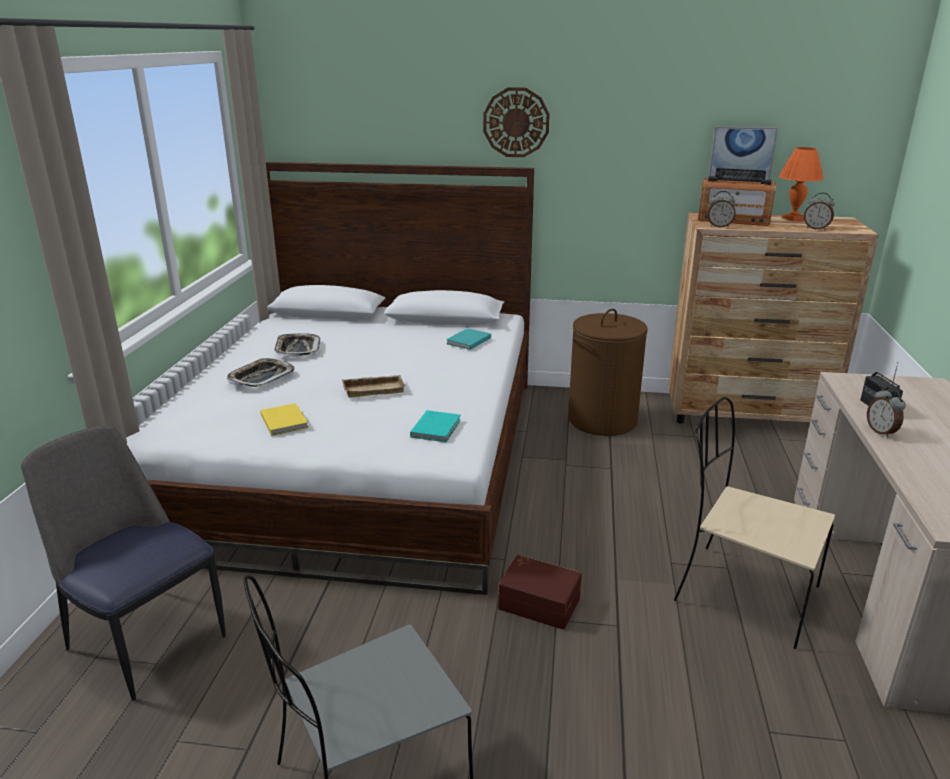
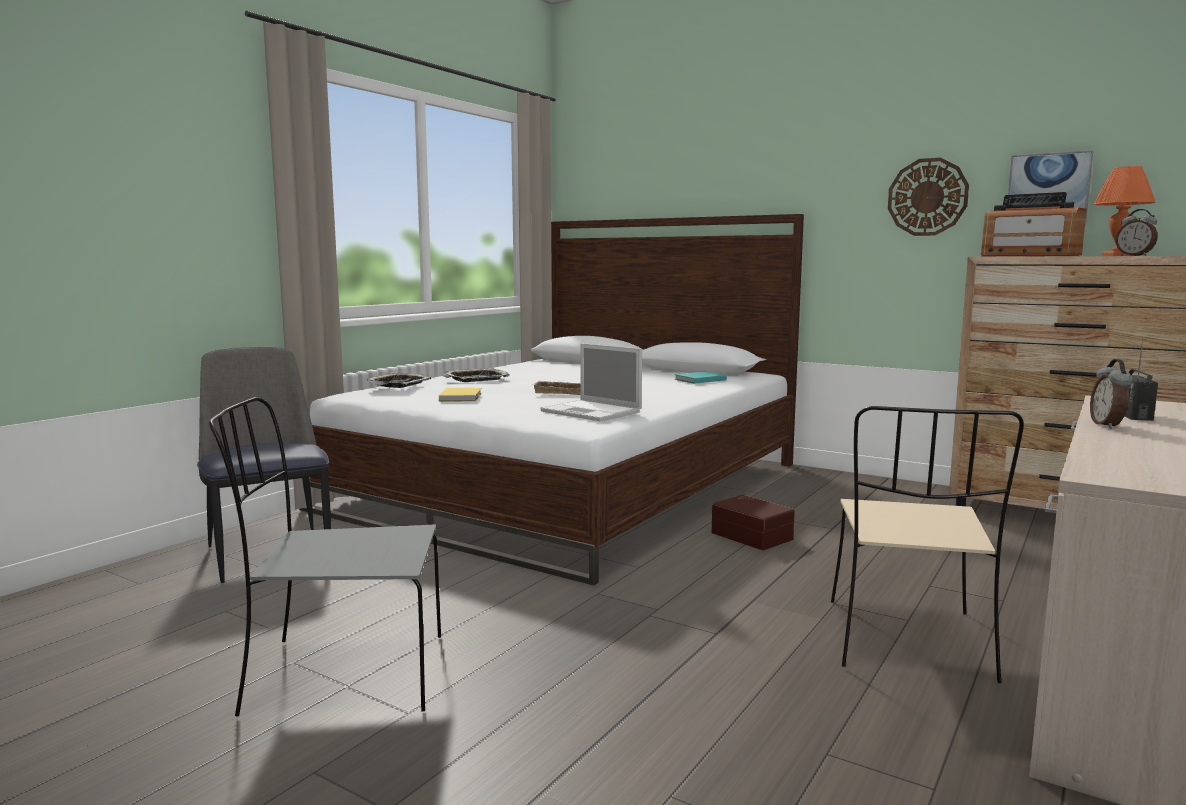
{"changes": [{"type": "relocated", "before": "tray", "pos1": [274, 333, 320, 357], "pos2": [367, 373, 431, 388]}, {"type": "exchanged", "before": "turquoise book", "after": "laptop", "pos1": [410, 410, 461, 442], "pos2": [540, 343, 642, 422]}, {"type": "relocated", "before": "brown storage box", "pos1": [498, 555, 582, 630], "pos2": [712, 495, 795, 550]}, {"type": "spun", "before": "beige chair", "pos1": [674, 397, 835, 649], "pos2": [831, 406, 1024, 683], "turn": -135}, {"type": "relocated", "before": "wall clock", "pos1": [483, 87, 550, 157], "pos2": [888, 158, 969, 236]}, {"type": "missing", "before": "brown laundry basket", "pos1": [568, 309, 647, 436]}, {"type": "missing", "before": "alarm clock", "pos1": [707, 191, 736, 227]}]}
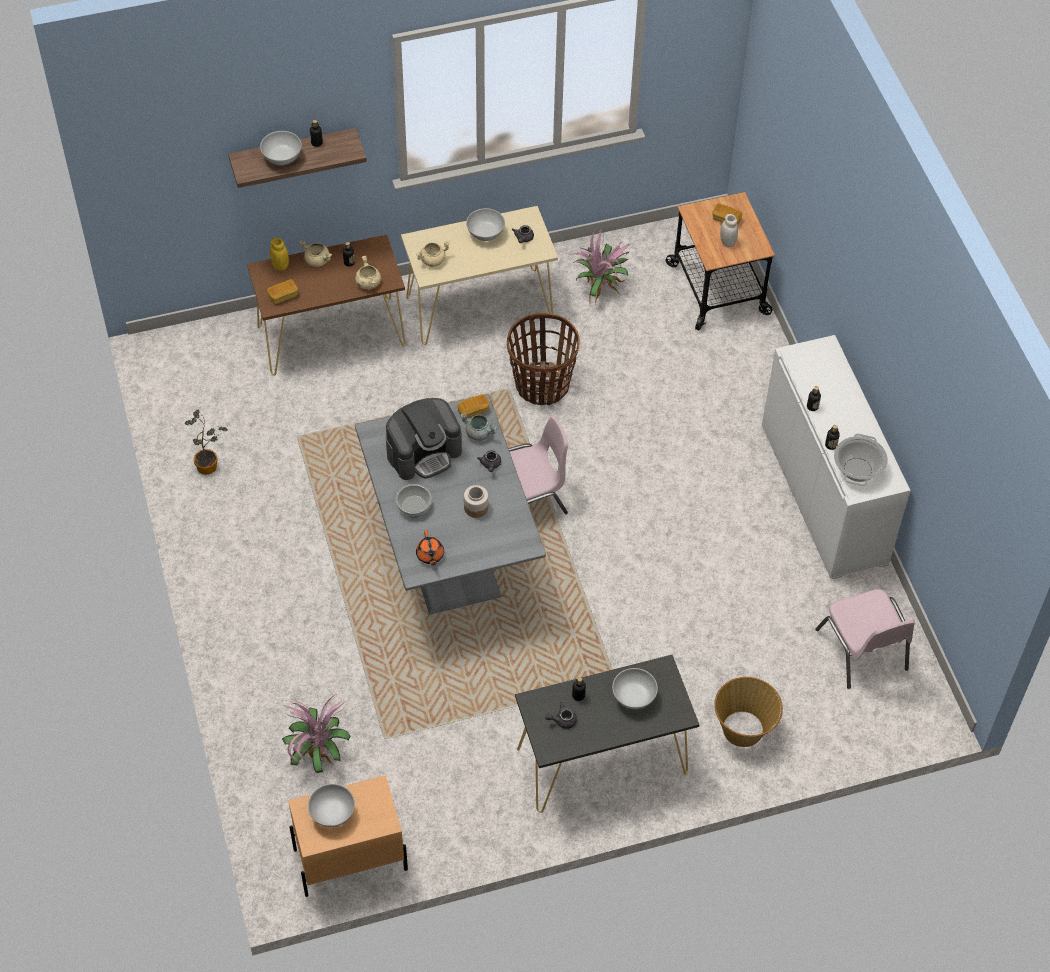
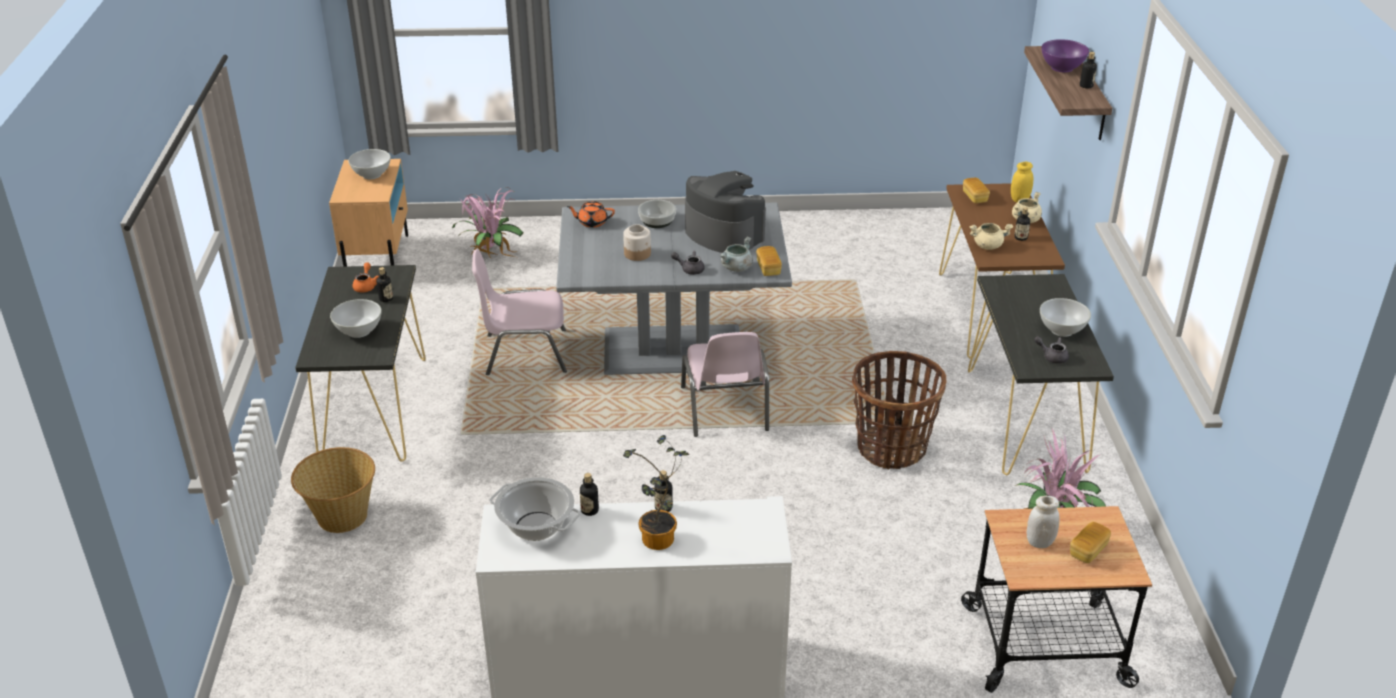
{"changes": [{"type": "colour", "before": "grey teapot", "after": "orange teapot", "pos1": [545, 702, 577, 729], "pos2": [353, 263, 379, 292]}, {"type": "relocated", "before": "pink chair", "pos1": [815, 589, 915, 689], "pos2": [472, 249, 567, 375]}, {"type": "relocated", "before": "potted plant", "pos1": [185, 409, 228, 475], "pos2": [623, 435, 689, 550]}, {"type": "spun", "before": "coffee machine", "pos1": [386, 398, 462, 480], "pos2": [685, 171, 766, 253], "turn": 150}, {"type": "colour", "before": "beige console table", "after": "black console table", "pos1": [401, 206, 558, 345], "pos2": [968, 274, 1114, 475]}, {"type": "colour", "before": "white bowl", "after": "purple bowl", "pos1": [260, 131, 302, 165], "pos2": [1041, 39, 1089, 72]}, {"type": "missing", "before": "beige cooking pot", "pos1": [416, 240, 451, 267]}]}
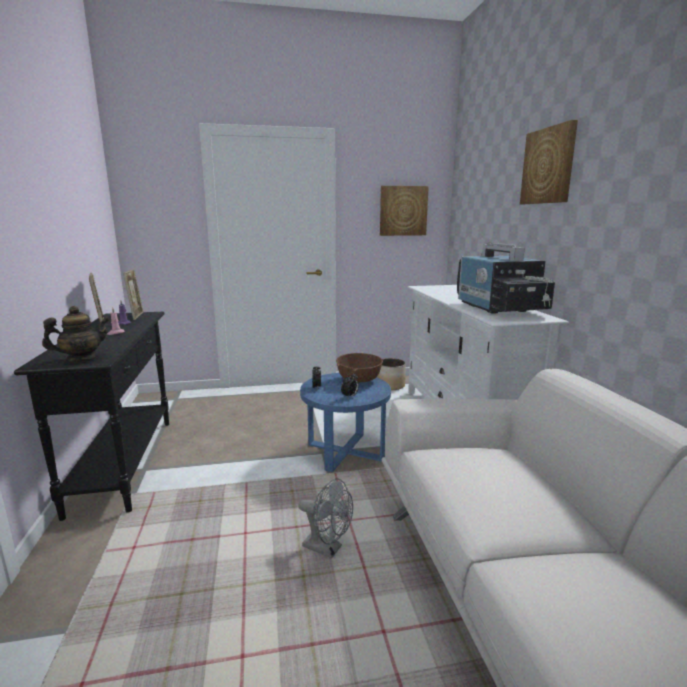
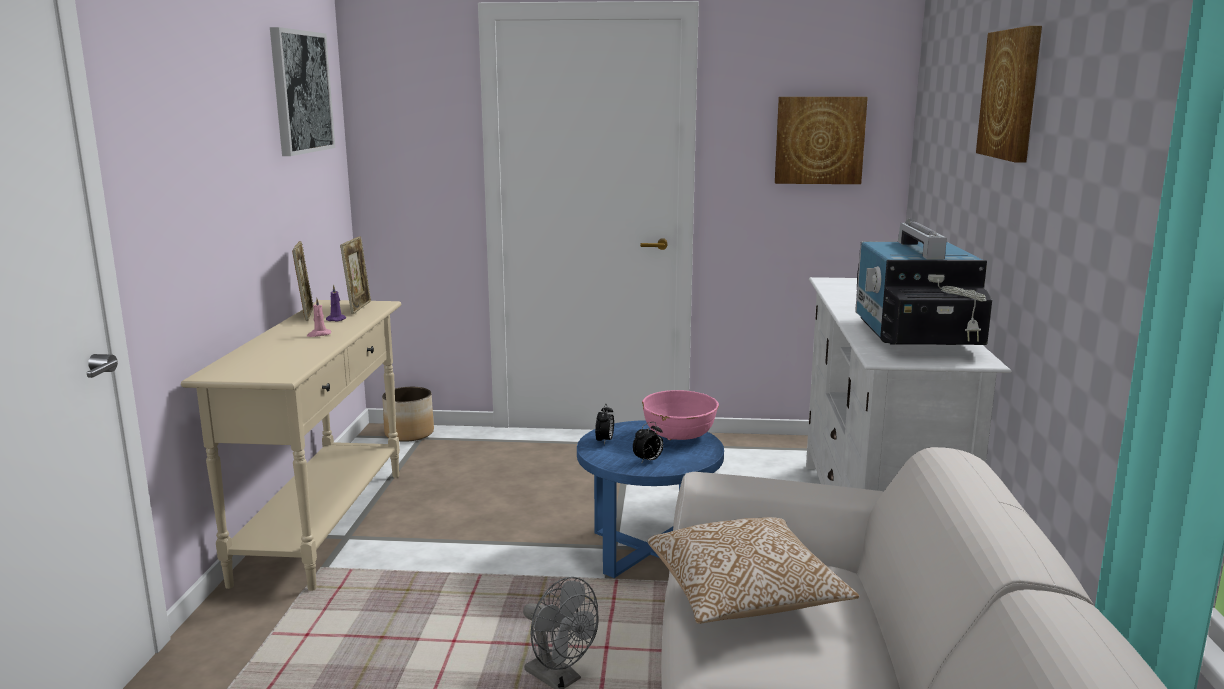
{"changes": [{"type": "colour", "before": "black console table", "after": "beige console table", "pos1": [14, 312, 169, 521], "pos2": [181, 300, 401, 591]}, {"type": "appeared", "after": "picture", "pos2": [270, 27, 335, 156]}, {"type": "relocated", "before": "planter", "pos1": [377, 358, 406, 390], "pos2": [382, 387, 434, 442]}, {"type": "colour", "before": "brown bowl", "after": "pink bowl", "pos1": [336, 353, 383, 382], "pos2": [642, 390, 719, 440]}, {"type": "appeared", "after": "pillow", "pos2": [648, 517, 859, 624]}, {"type": "missing", "before": "teapot", "pos1": [42, 306, 110, 362]}]}
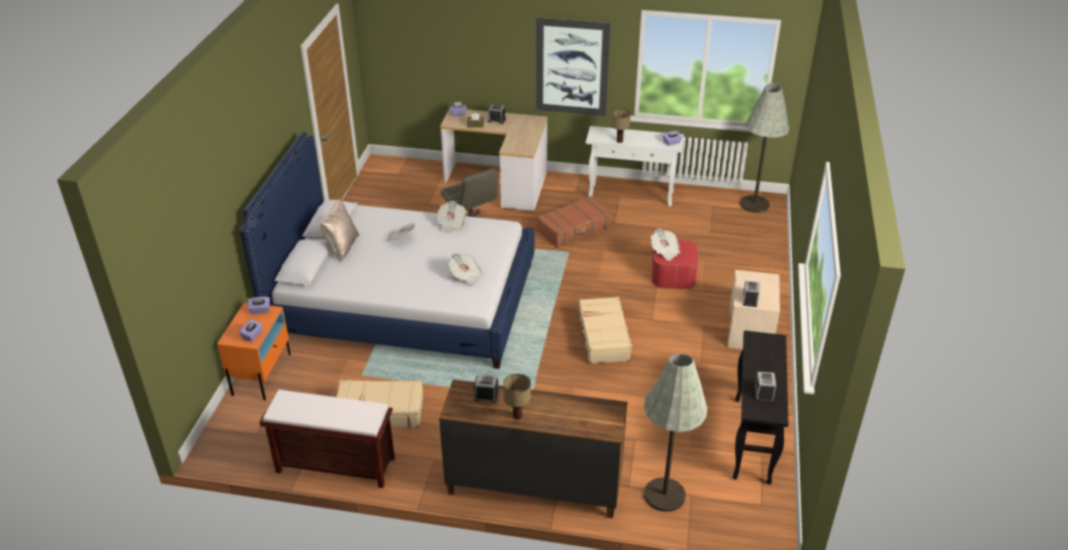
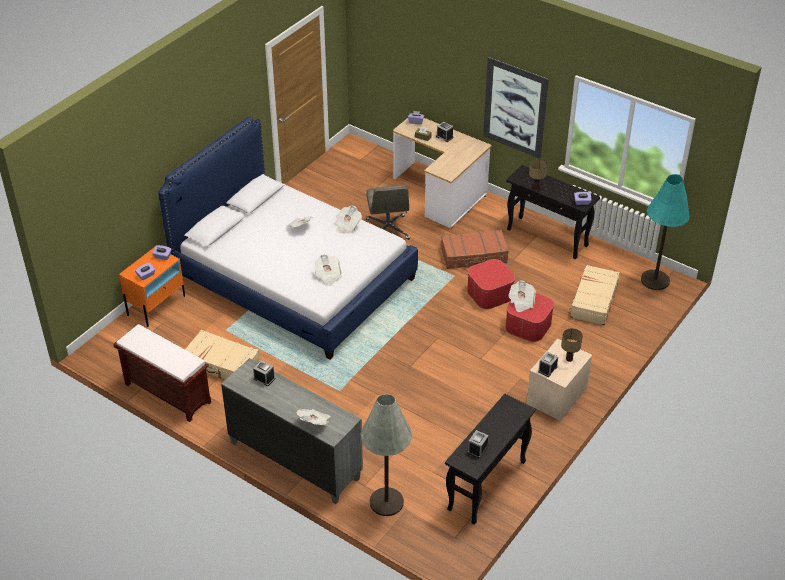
{"changes": [{"type": "colour", "before": "brown dresser", "after": "grey dresser", "pos1": [439, 379, 627, 518], "pos2": [221, 358, 363, 504]}, {"type": "appeared", "after": "newspaper", "pos2": [297, 409, 331, 425]}, {"type": "appeared", "after": "ottoman", "pos2": [467, 259, 515, 309]}, {"type": "colour", "before": "white console table", "after": "black console table", "pos1": [586, 126, 684, 207], "pos2": [506, 165, 600, 259]}, {"type": "relocated", "before": "table lamp", "pos1": [504, 374, 531, 420], "pos2": [561, 328, 583, 362]}, {"type": "relocated", "before": "beige suitcase", "pos1": [576, 297, 632, 364], "pos2": [569, 265, 620, 325]}, {"type": "colour", "before": "grey floor lamp", "after": "turquoise floor lamp", "pos1": [740, 83, 789, 213], "pos2": [641, 174, 690, 290]}, {"type": "missing", "before": "beige pillow", "pos1": [320, 199, 359, 262]}]}
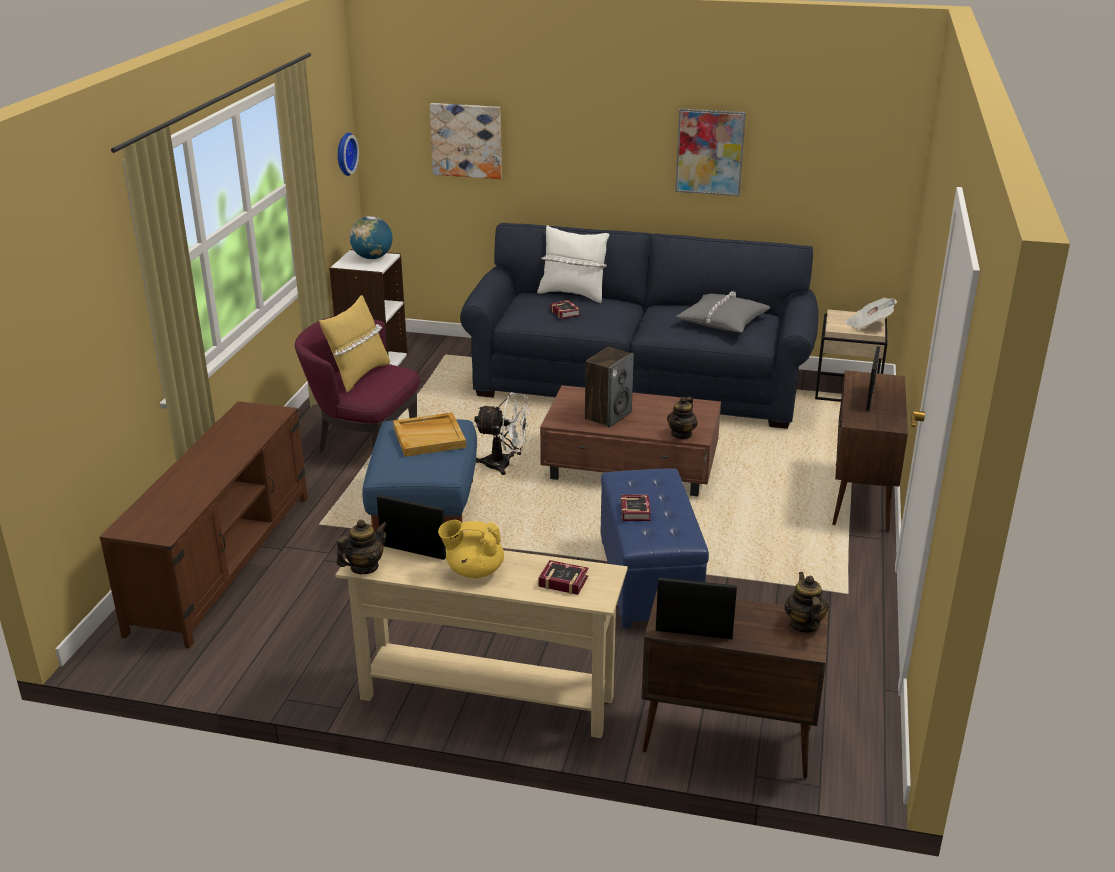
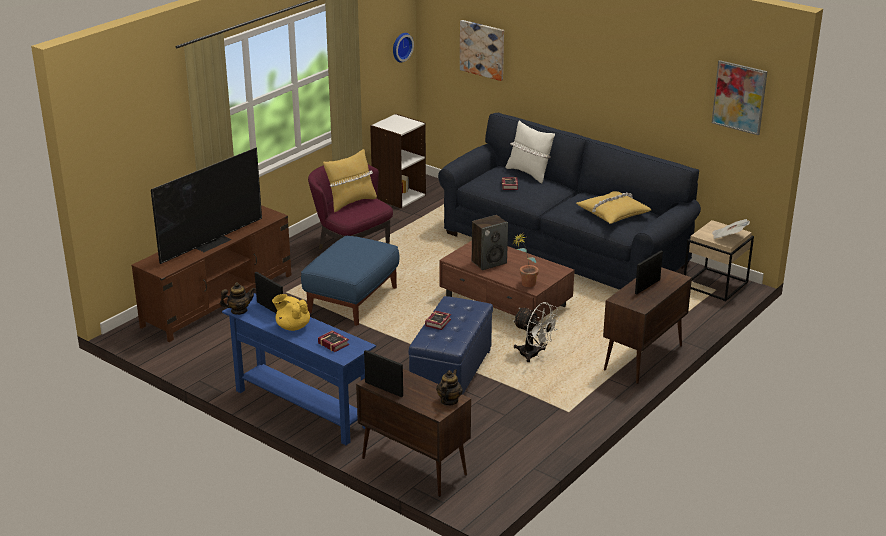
{"changes": [{"type": "appeared", "after": "television", "pos2": [151, 148, 262, 264]}, {"type": "colour", "before": "beige console table", "after": "blue console table", "pos1": [335, 546, 628, 738], "pos2": [222, 293, 376, 445]}, {"type": "exchanged", "before": "teapot", "after": "potted plant", "pos1": [667, 397, 698, 440], "pos2": [513, 233, 539, 287]}, {"type": "relocated", "before": "white fan", "pos1": [474, 392, 530, 475], "pos2": [513, 302, 560, 362]}, {"type": "colour", "before": "grey pillow", "after": "yellow pillow", "pos1": [675, 291, 770, 333], "pos2": [576, 191, 651, 224]}, {"type": "relocated", "before": "picture", "pos1": [675, 108, 746, 196], "pos2": [712, 60, 768, 135]}, {"type": "missing", "before": "globe", "pos1": [350, 216, 393, 259]}, {"type": "missing", "before": "beige tray", "pos1": [393, 412, 466, 457]}]}
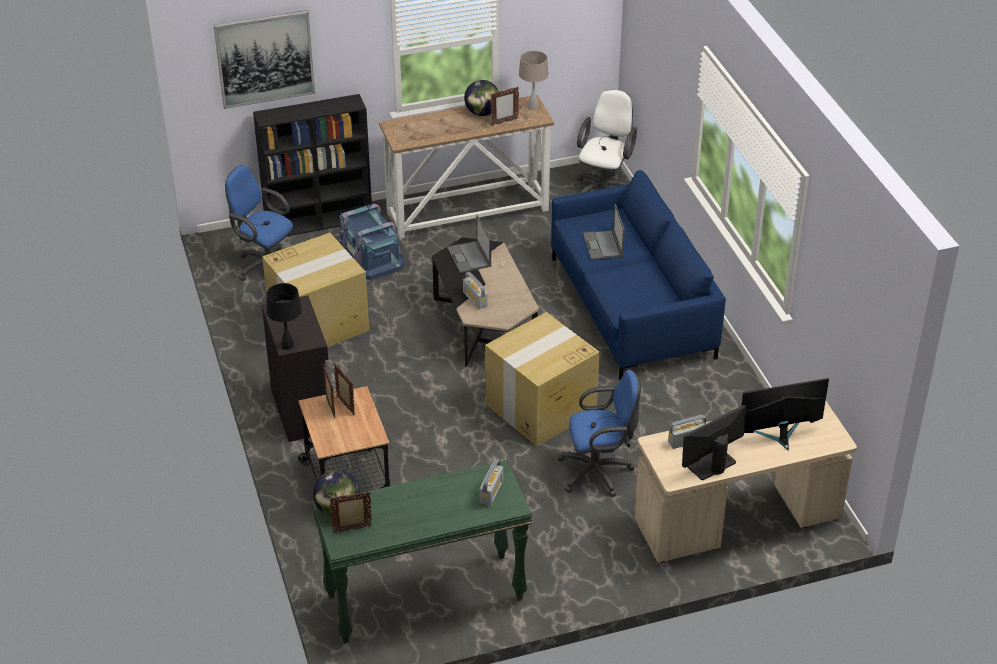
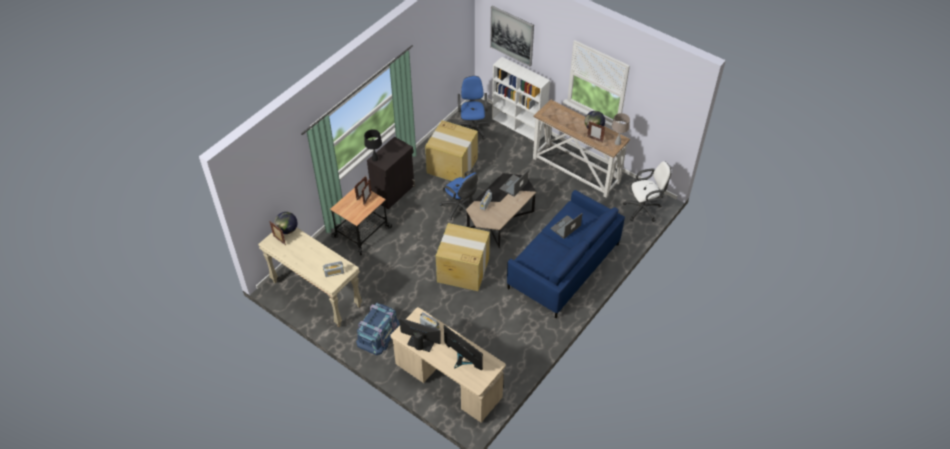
{"changes": [{"type": "colour", "before": "green console table", "after": "beige console table", "pos1": [312, 460, 532, 644], "pos2": [258, 228, 362, 327]}, {"type": "relocated", "before": "blue storage box", "pos1": [338, 204, 404, 280], "pos2": [356, 303, 400, 355]}, {"type": "relocated", "before": "blue office chair", "pos1": [557, 370, 641, 497], "pos2": [439, 171, 478, 221]}, {"type": "colour", "before": "black bookcase", "after": "white bookcase", "pos1": [253, 94, 372, 236], "pos2": [492, 57, 550, 141]}]}
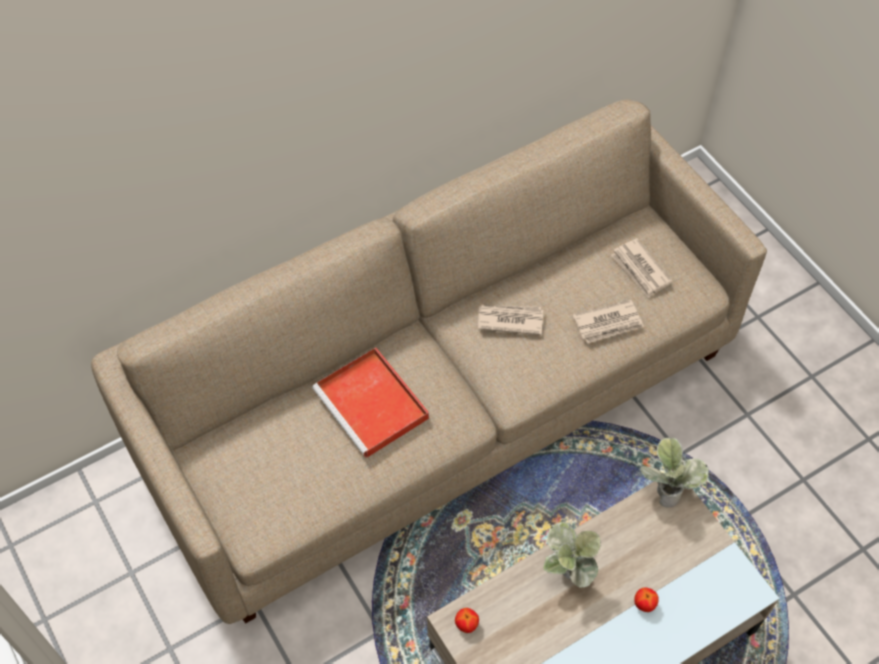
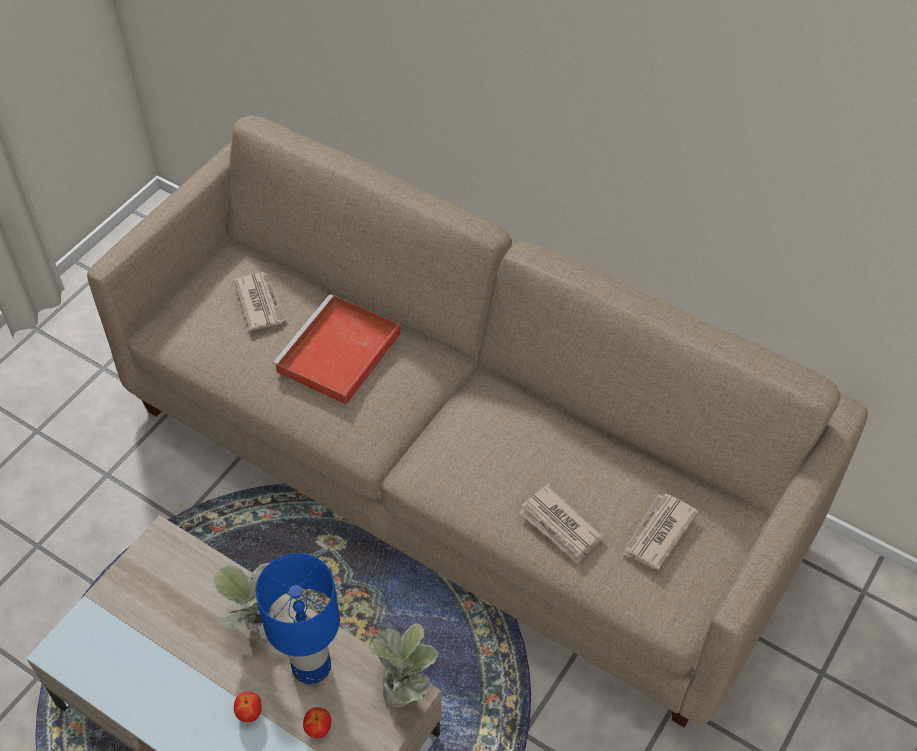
{"changes": [{"type": "relocated", "before": "newspaper", "pos1": [478, 305, 543, 335], "pos2": [234, 272, 287, 331]}, {"type": "appeared", "after": "blue table lamp", "pos2": [255, 553, 340, 684]}, {"type": "relocated", "before": "apple", "pos1": [455, 608, 479, 633], "pos2": [303, 707, 331, 738]}]}
